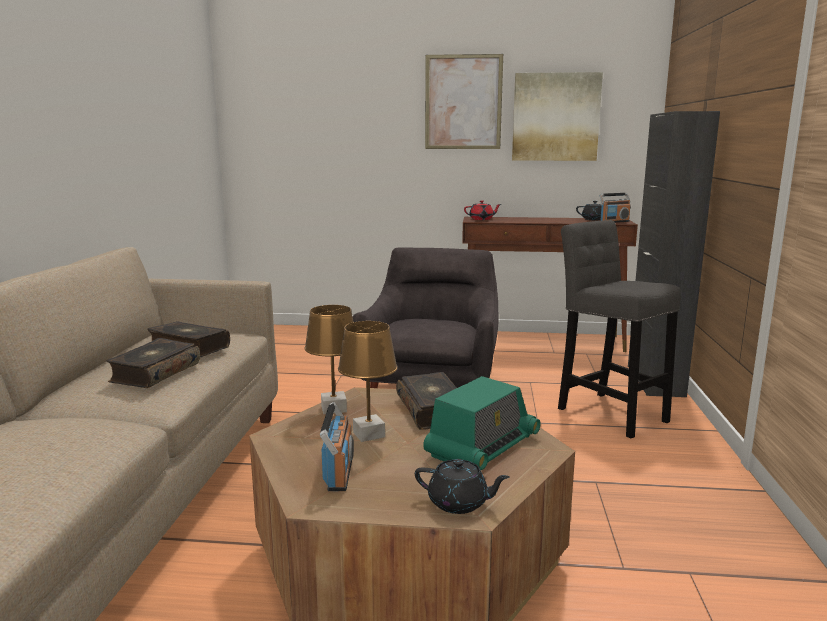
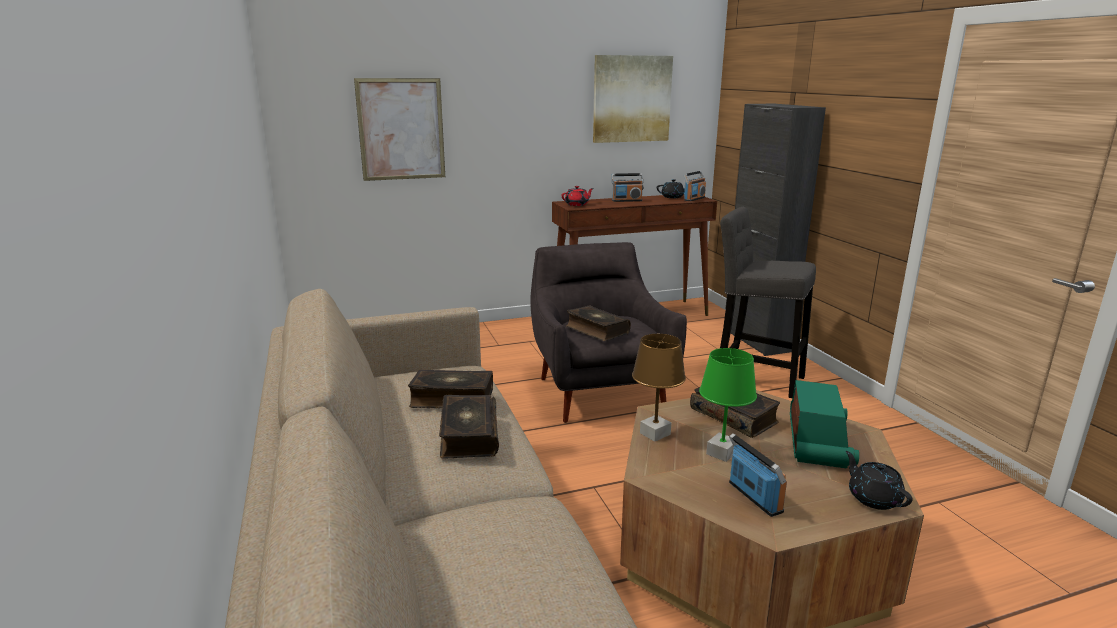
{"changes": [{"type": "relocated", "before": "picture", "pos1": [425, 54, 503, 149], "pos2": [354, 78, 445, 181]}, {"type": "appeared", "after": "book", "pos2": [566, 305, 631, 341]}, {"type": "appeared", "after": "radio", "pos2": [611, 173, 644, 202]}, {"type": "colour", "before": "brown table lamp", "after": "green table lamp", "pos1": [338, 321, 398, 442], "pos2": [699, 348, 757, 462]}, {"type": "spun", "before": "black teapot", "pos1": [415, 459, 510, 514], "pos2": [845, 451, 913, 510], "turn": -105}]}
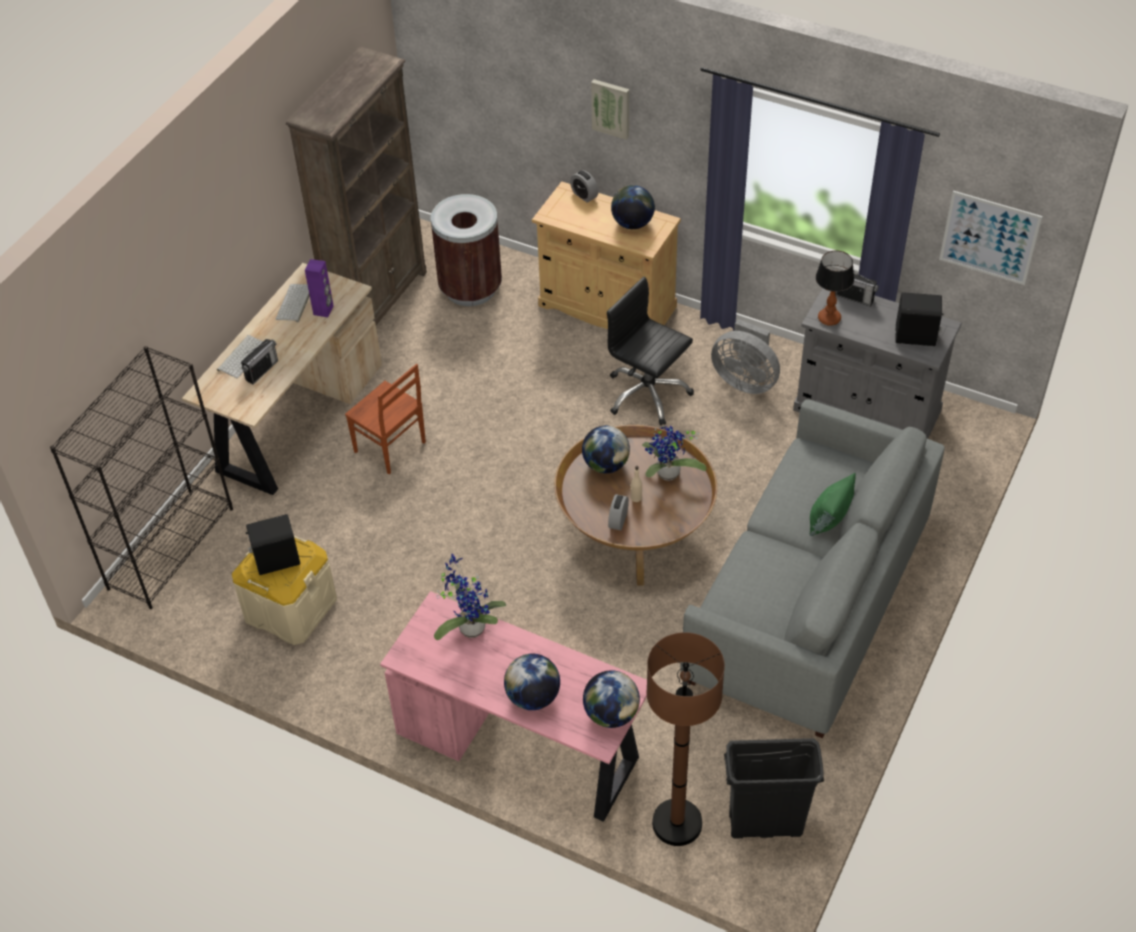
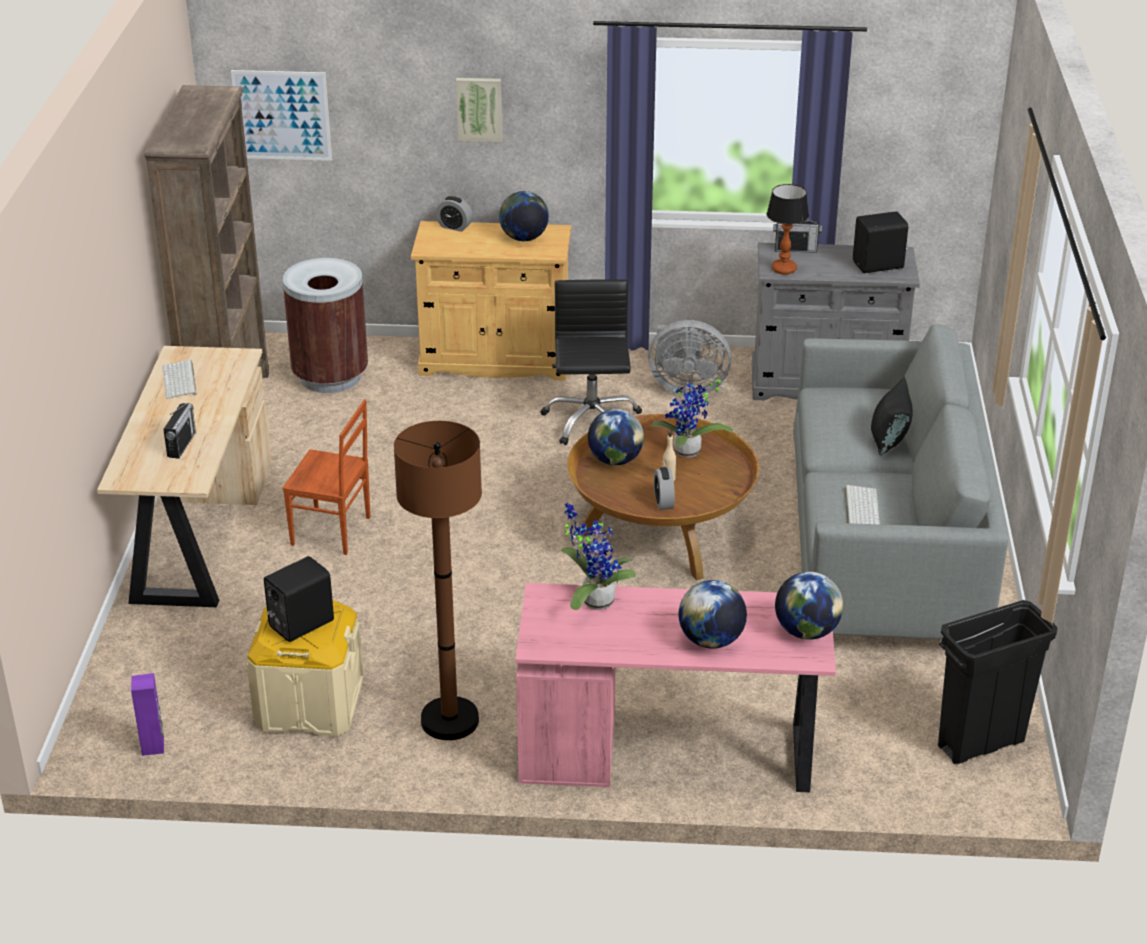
{"changes": [{"type": "relocated", "before": "purple speaker", "pos1": [305, 259, 333, 317], "pos2": [131, 673, 164, 756]}, {"type": "relocated", "before": "picture", "pos1": [939, 191, 1042, 285], "pos2": [231, 70, 332, 161]}, {"type": "relocated", "before": "brown floor lamp", "pos1": [646, 632, 725, 846], "pos2": [394, 421, 482, 740]}, {"type": "spun", "before": "black office chair", "pos1": [607, 276, 694, 426], "pos2": [541, 279, 642, 445], "turn": 75}, {"type": "relocated", "before": "keyboard", "pos1": [217, 335, 263, 378], "pos2": [845, 485, 880, 524]}, {"type": "colour", "before": "green pillow", "after": "black pillow", "pos1": [810, 473, 856, 536], "pos2": [871, 377, 913, 456]}, {"type": "missing", "before": "black bookcase", "pos1": [50, 346, 233, 609]}]}
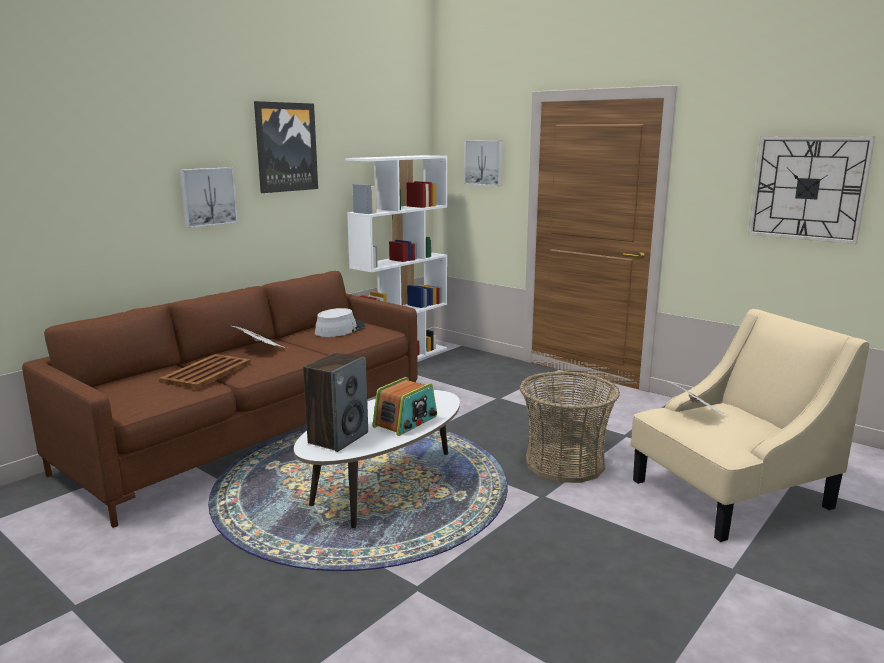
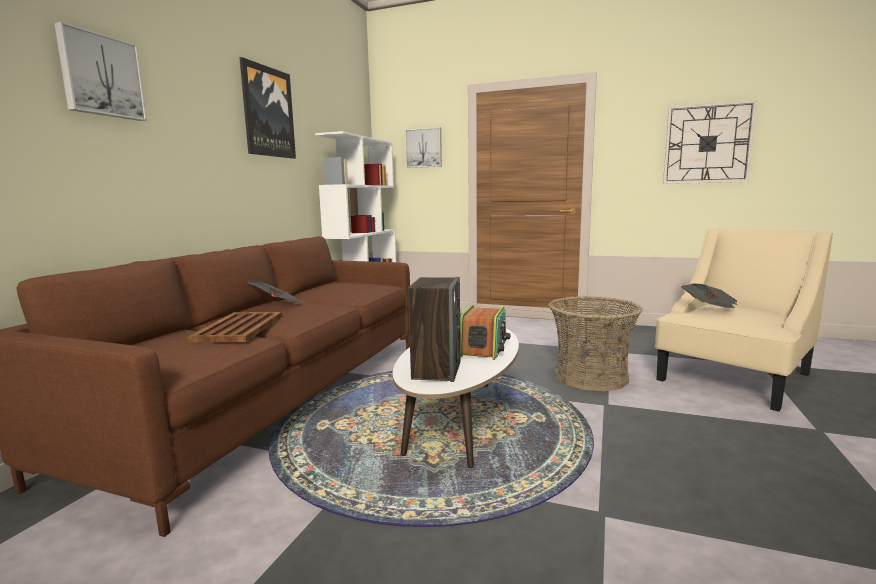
{"changes": [{"type": "relocated", "before": "picture", "pos1": [179, 167, 238, 228], "pos2": [54, 22, 147, 121]}, {"type": "missing", "before": "grey hat", "pos1": [315, 308, 365, 337]}]}
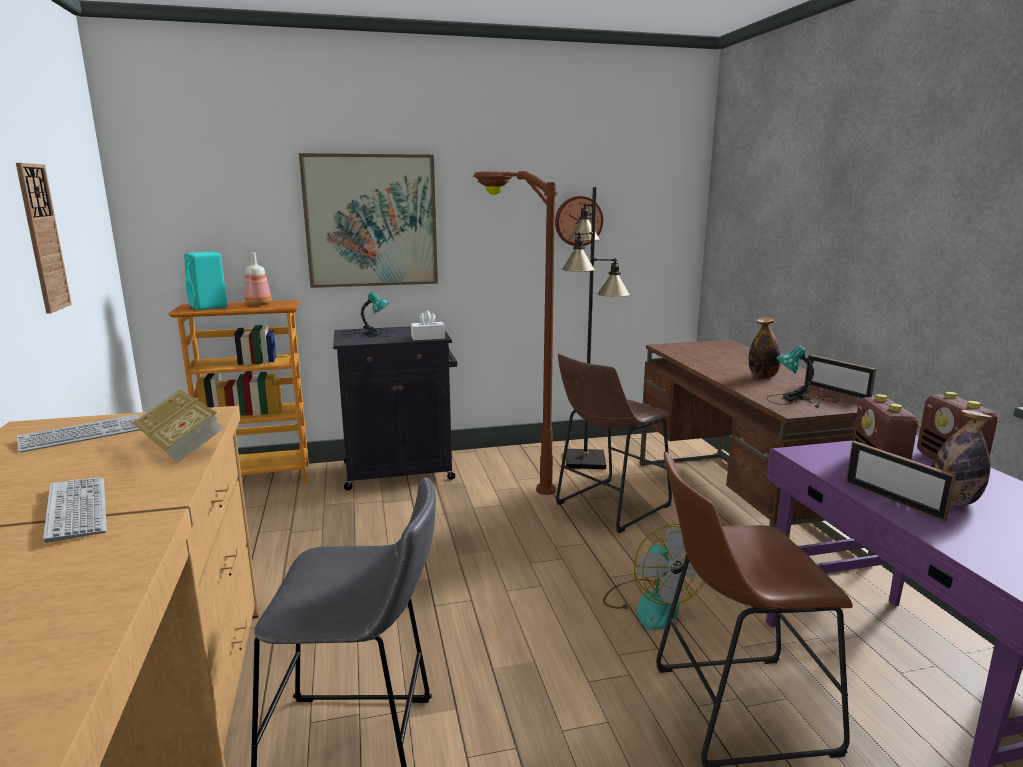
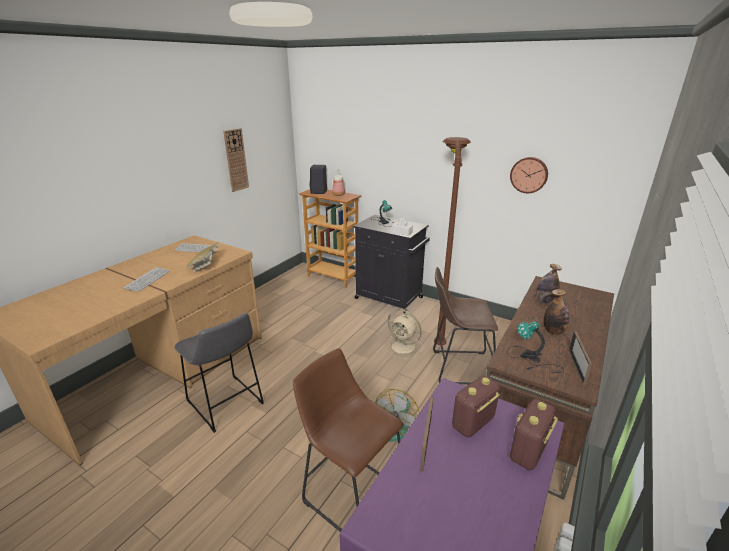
{"changes": [{"type": "colour", "before": "turquoise speaker", "after": "black speaker", "pos1": [184, 252, 228, 310], "pos2": [310, 165, 327, 194]}, {"type": "appeared", "after": "beige fan", "pos2": [385, 309, 423, 359]}, {"type": "relocated", "before": "bottle", "pos1": [931, 410, 992, 505], "pos2": [536, 264, 562, 304]}, {"type": "missing", "before": "picture", "pos1": [299, 153, 438, 288]}, {"type": "missing", "before": "black floor lamp", "pos1": [562, 187, 630, 469]}]}
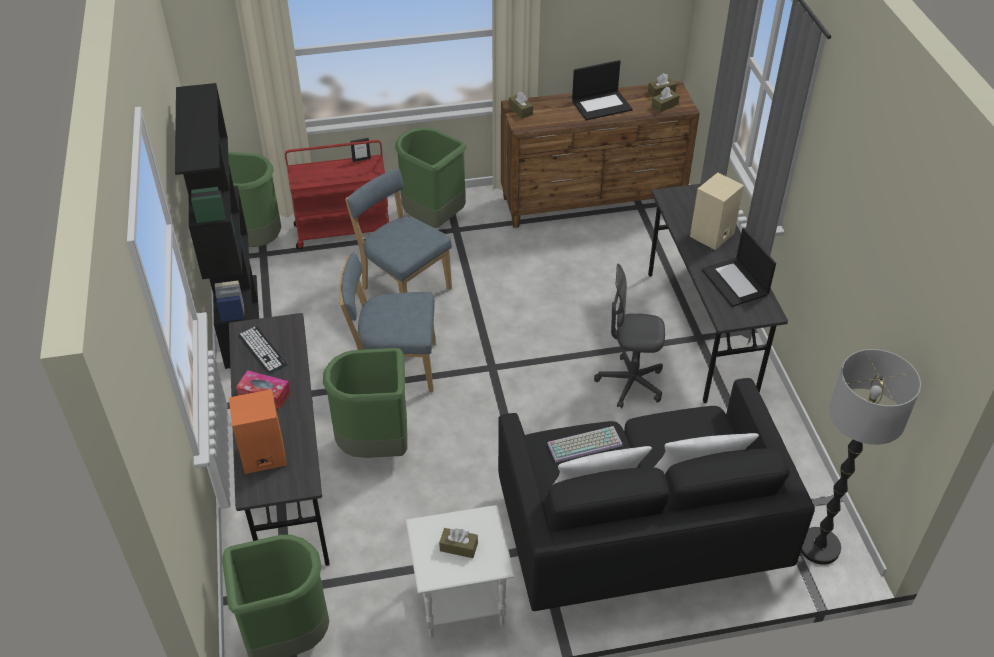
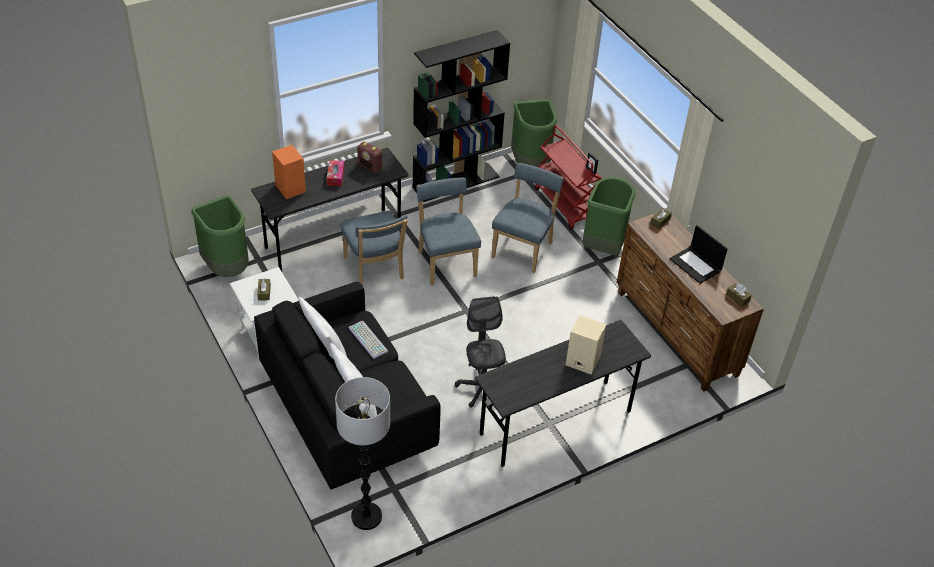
{"changes": [{"type": "exchanged", "before": "green trash can", "after": "blue chair", "pos1": [323, 348, 407, 458], "pos2": [340, 211, 407, 285]}, {"type": "exchanged", "before": "keyboard", "after": "radio", "pos1": [238, 326, 287, 374], "pos2": [357, 142, 382, 173]}, {"type": "missing", "before": "brown tissue box", "pos1": [651, 87, 680, 113]}, {"type": "missing", "before": "laptop", "pos1": [702, 228, 776, 307]}]}
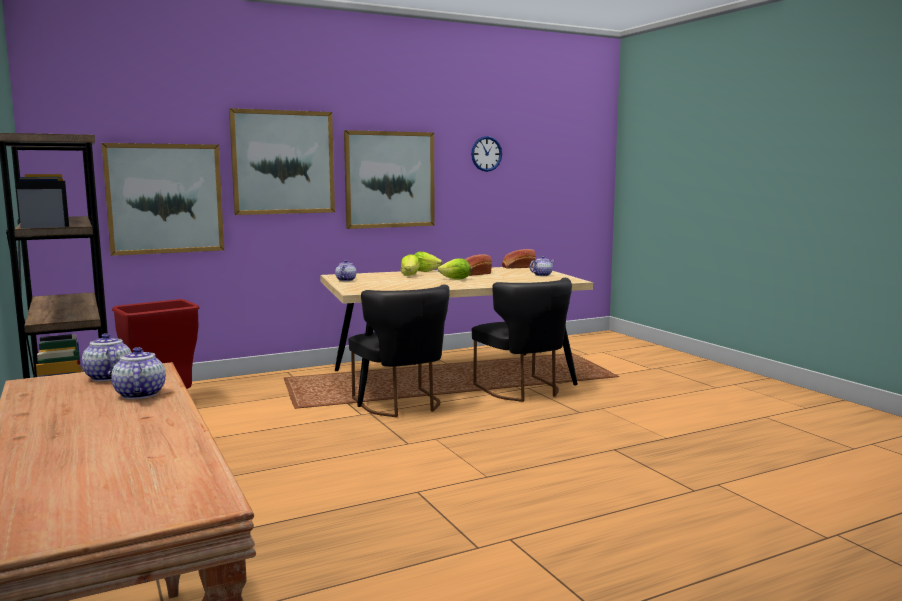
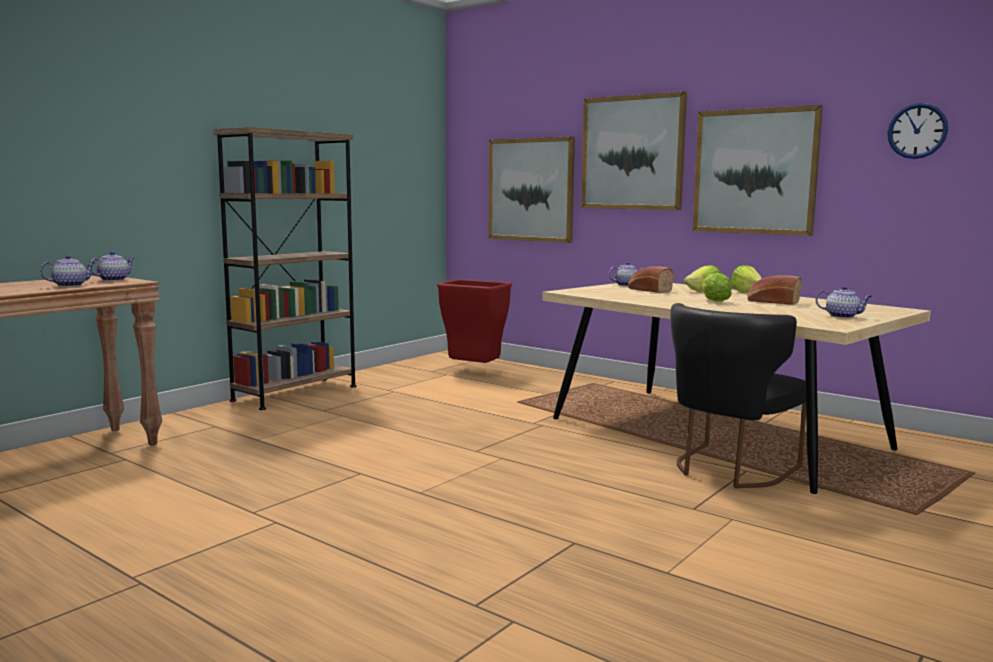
{"changes": [{"type": "relocated", "before": "bread", "pos1": [502, 249, 535, 269], "pos2": [628, 266, 674, 293]}, {"type": "missing", "before": "black chair", "pos1": [348, 285, 450, 417]}]}
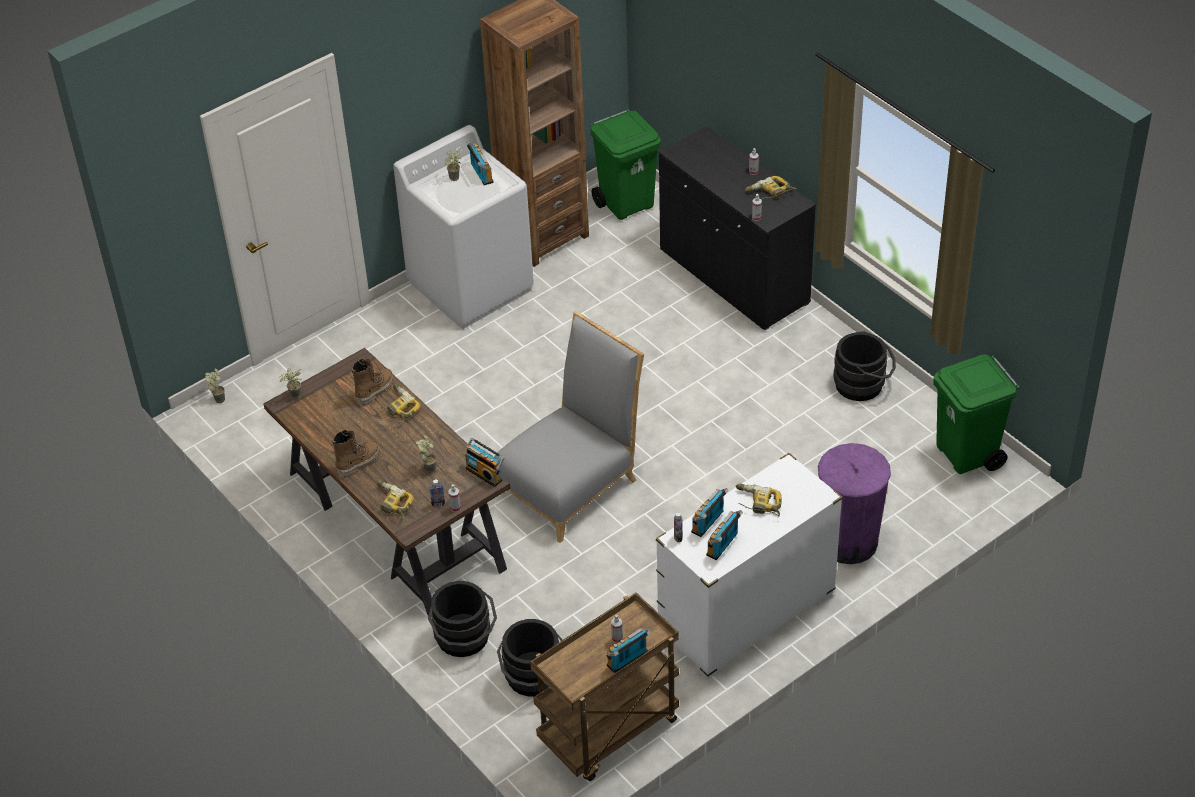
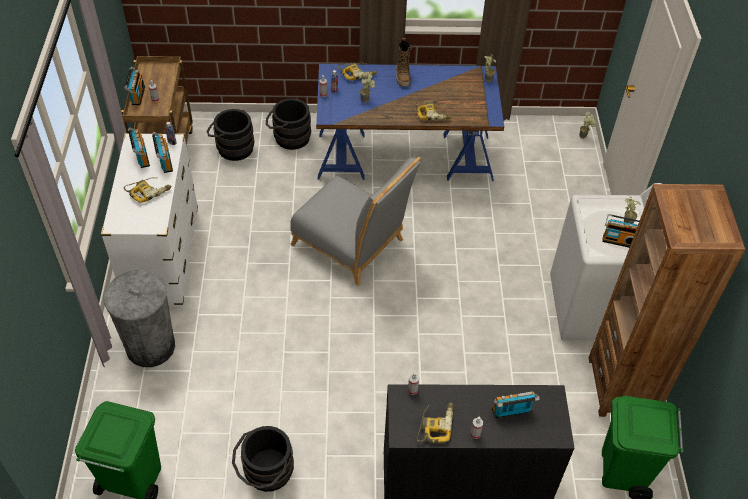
{"changes": [{"type": "colour", "before": "purple trash can", "after": "grey trash can", "pos1": [818, 443, 891, 564], "pos2": [104, 270, 175, 367]}, {"type": "spun", "before": "grey chair", "pos1": [494, 311, 644, 543], "pos2": [290, 157, 421, 286], "turn": -45}, {"type": "colour", "before": "brown desk", "after": "blue desk", "pos1": [263, 348, 510, 615], "pos2": [316, 64, 504, 181]}, {"type": "relocated", "before": "radio", "pos1": [465, 438, 505, 487], "pos2": [492, 391, 540, 418]}, {"type": "missing", "before": "boot", "pos1": [351, 359, 393, 407]}]}
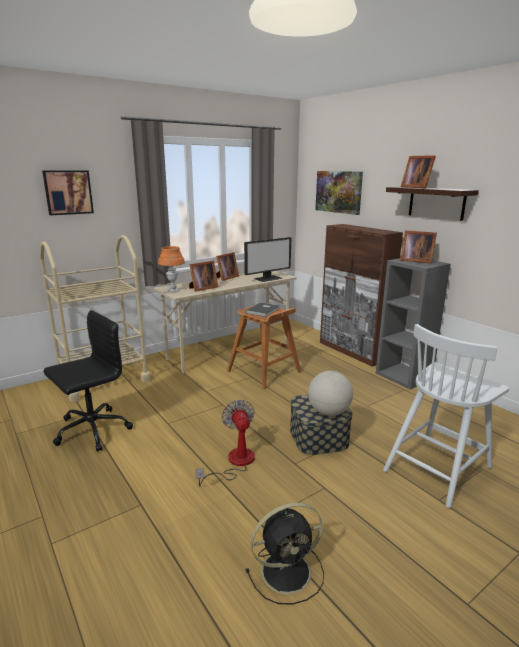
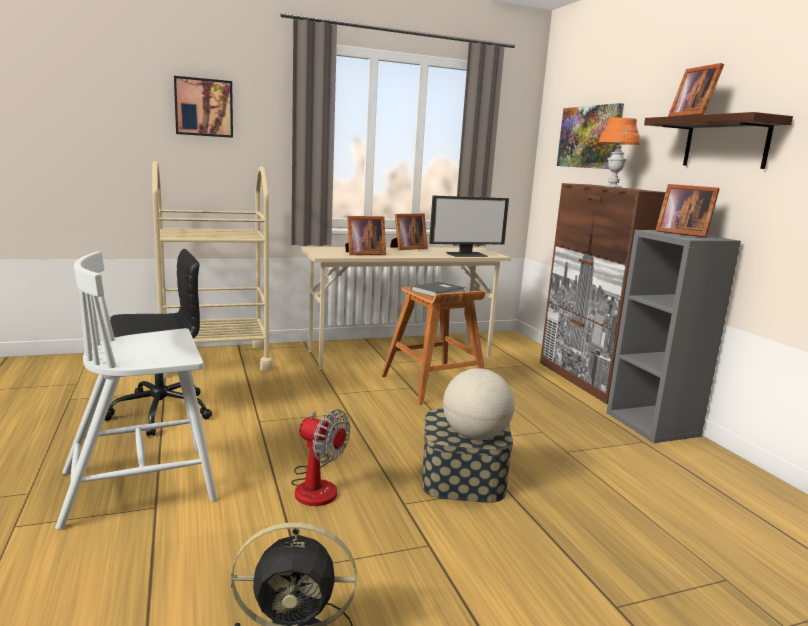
{"changes": [{"type": "relocated", "before": "white chair", "pos1": [383, 324, 509, 508], "pos2": [55, 252, 217, 530]}, {"type": "spun", "before": "fan", "pos1": [195, 399, 255, 487], "pos2": [291, 409, 350, 506], "turn": 120}, {"type": "relocated", "before": "orange table lamp", "pos1": [158, 246, 185, 292], "pos2": [599, 118, 641, 188]}]}
